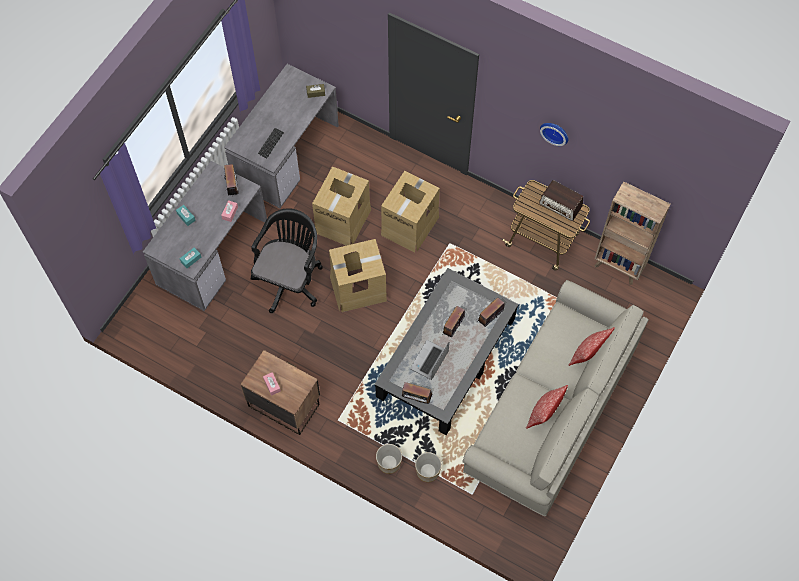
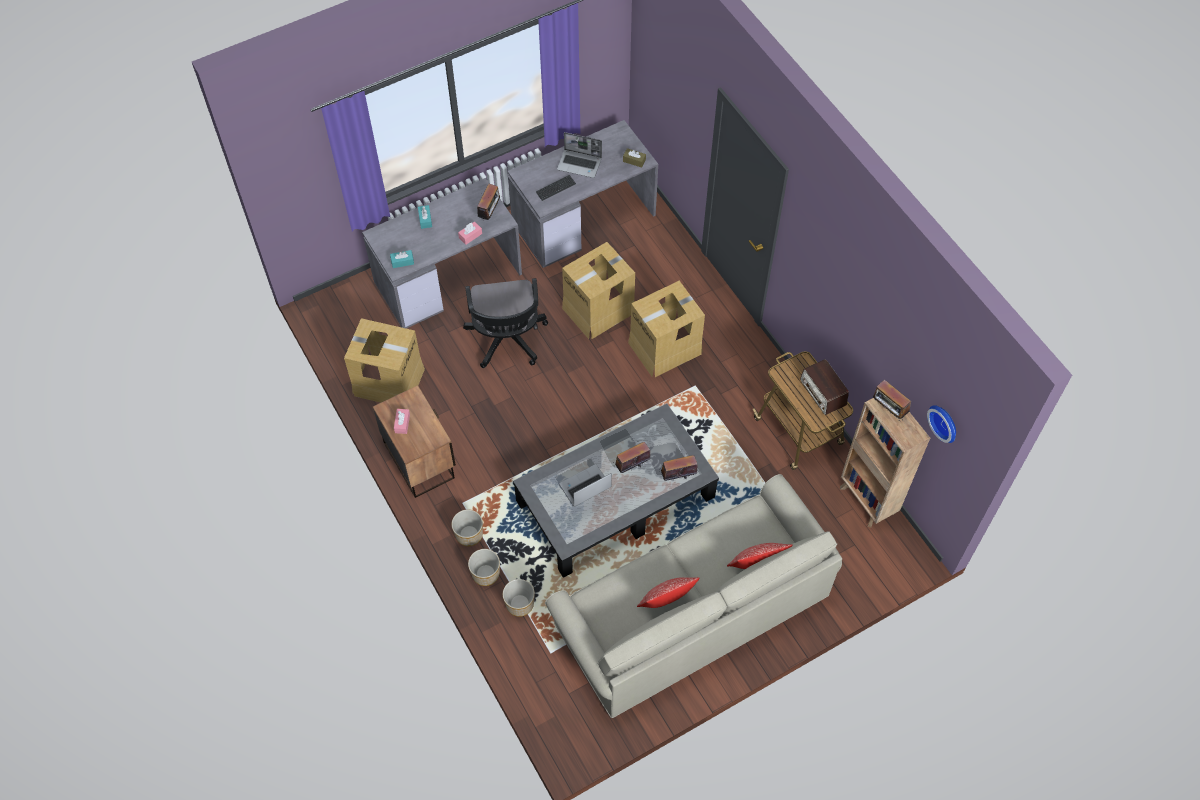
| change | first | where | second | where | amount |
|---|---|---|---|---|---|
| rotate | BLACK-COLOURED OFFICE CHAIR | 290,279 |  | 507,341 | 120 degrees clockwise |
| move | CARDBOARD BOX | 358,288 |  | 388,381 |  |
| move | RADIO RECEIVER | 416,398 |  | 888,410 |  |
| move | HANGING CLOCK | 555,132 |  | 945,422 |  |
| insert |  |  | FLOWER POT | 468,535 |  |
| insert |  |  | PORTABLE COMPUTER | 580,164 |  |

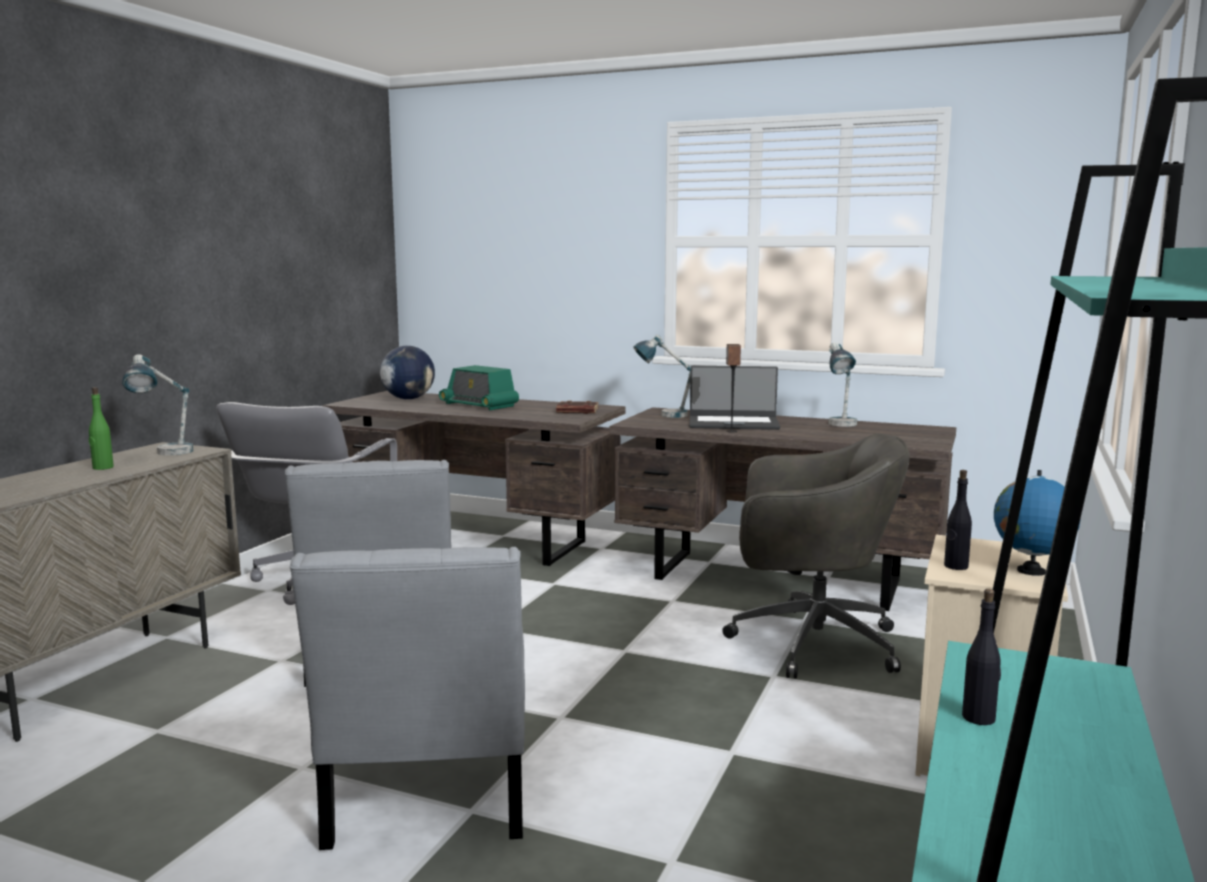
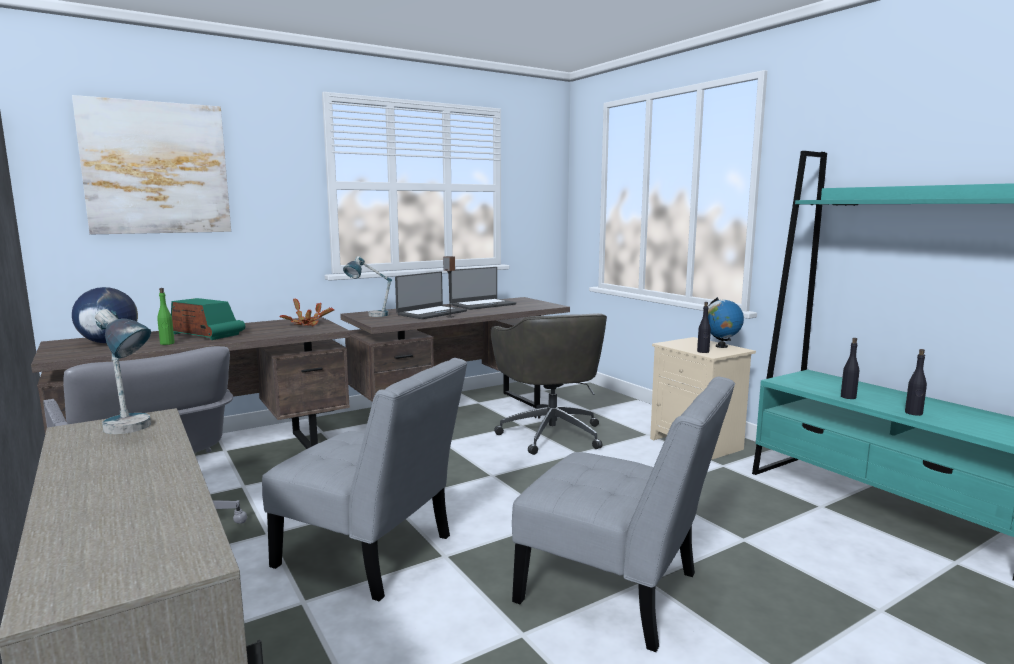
| change | first | where | second | where | amount |
|---|---|---|---|---|---|
| move | GREEN DRINK BOTTLE | 102,468 |  | 167,343 |  |
| rotate | RADIO RECEIVER | 479,405 |  | 206,334 | 135 degrees counterclockwise |
| replace | BROWNISH BOOK | 577,411 | HOUSEPLANT | 306,324 |  |
| rotate | GREYISH OFFICE CHAIR | 809,643 |  | 551,433 | 120 degrees clockwise |
| replace | TABLE LAMP | 841,426 | PORTABLE COMPUTER | 482,304 |  |
| insert |  |  | WALL ART | 156,168 |  |
| insert |  |  | BLACK-COLOURED DRINK BOTTLE | 913,413 |  |

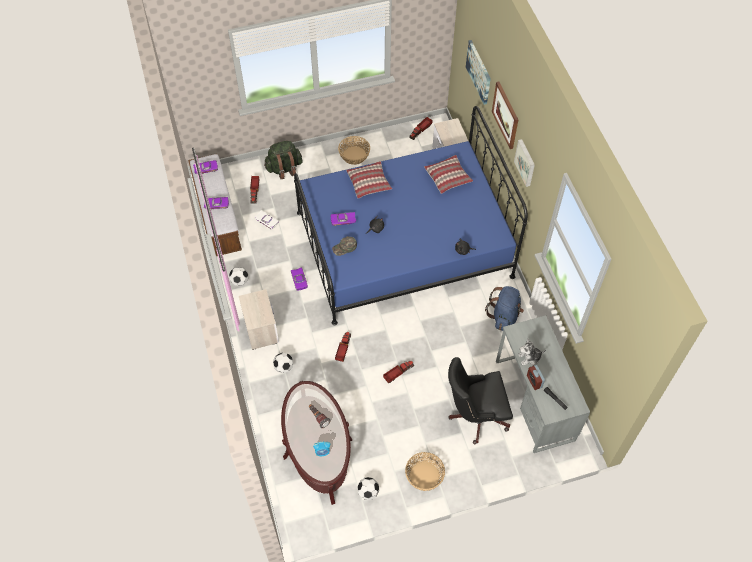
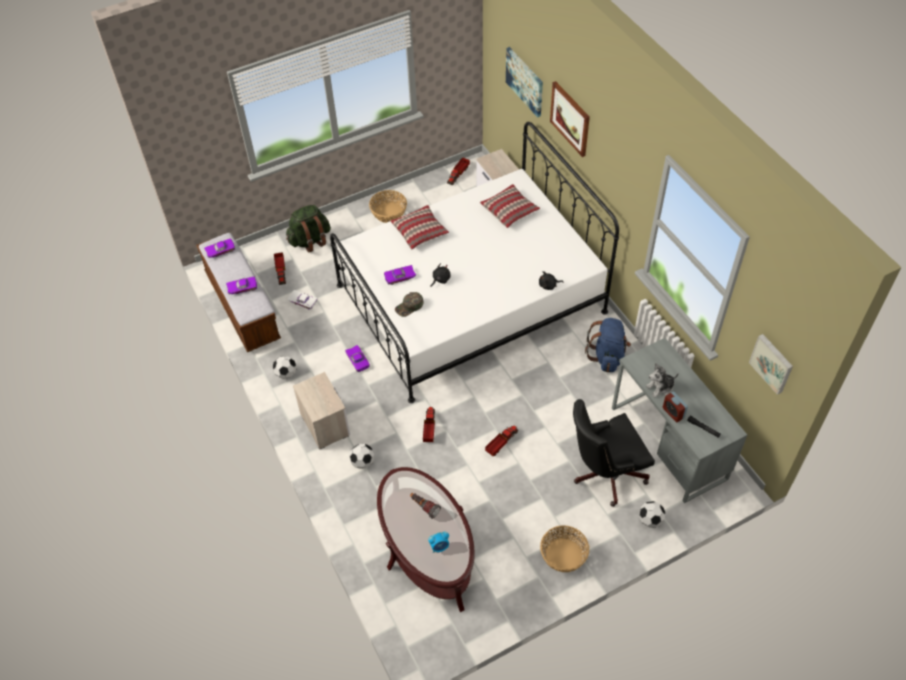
| change | first | where | second | where | amount |
|---|---|---|---|---|---|
| recolor | BLUISH BED | 403,244 | WHITE BED | 470,298 |  |
| move | FOOTBALL BALL | 368,492 |  | 650,520 |  |
| move | WALL ART | 526,162 |  | 772,363 |  |

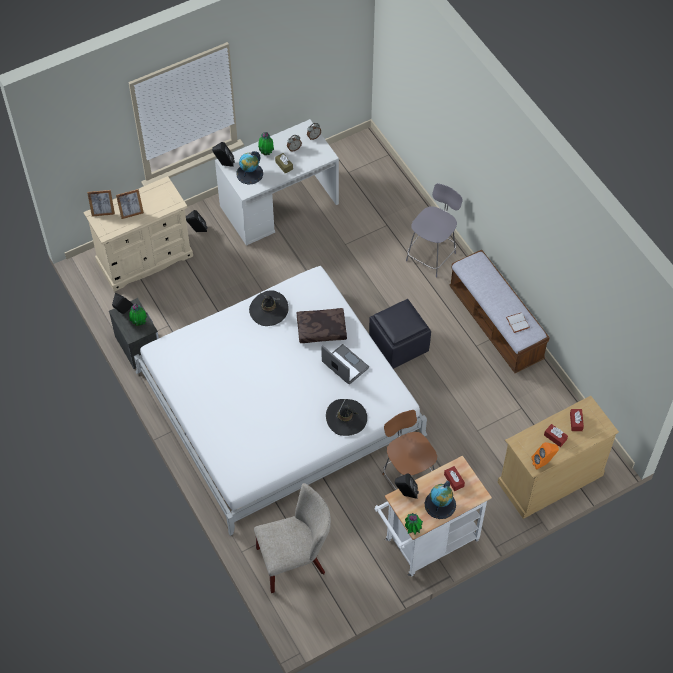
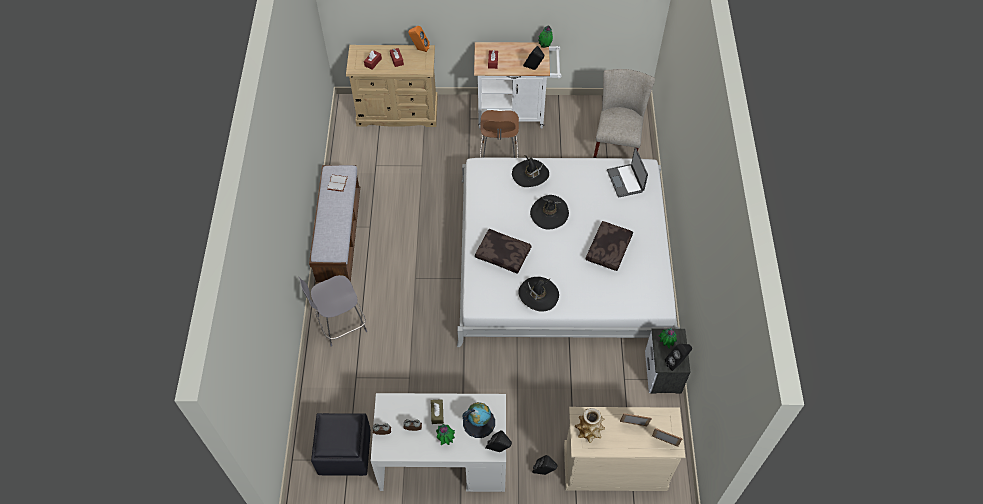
| change | first | where | second | where | amount |
|---|---|---|---|---|---|
| rotate | BEIGE-COLOURED CHAIR | 295,560 |  | 617,144 | 90 degrees clockwise |
| move | PORTABLE COMPUTER | 344,365 |  | 626,181 |  |
| move | BLACK-COLOURED FOOTREST | 398,344 |  | 345,453 |  |
| delete | DESK GLOBE | 440,504 |  |  |  |
| insert |  |  | BLACK-COLOURED HAT | 549,213 |  |
| insert |  |  | VASE | 589,431 |  |
| insert |  |  | BROWNISH PILLOW | 609,250 |  |

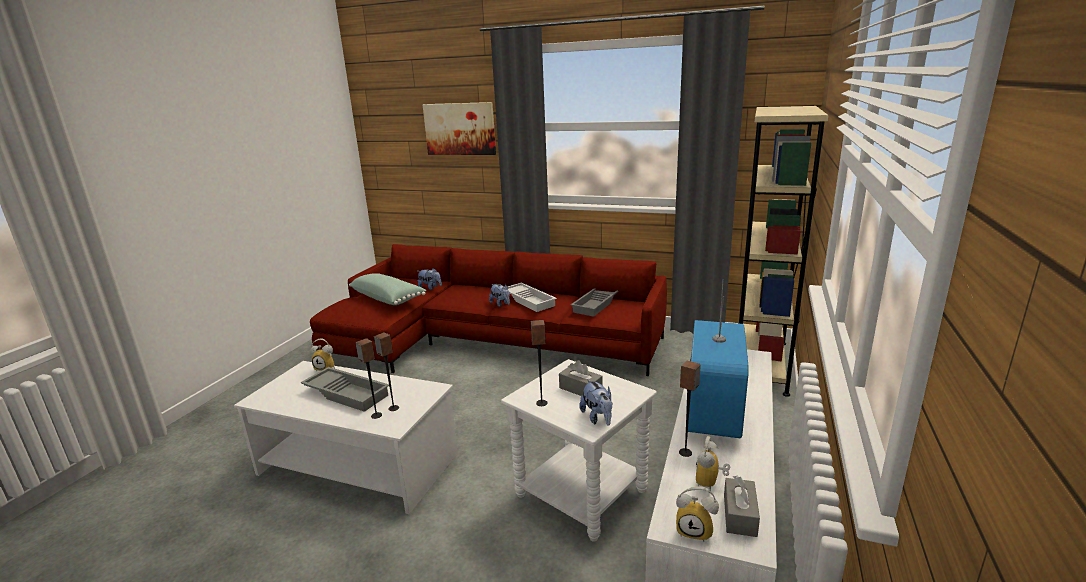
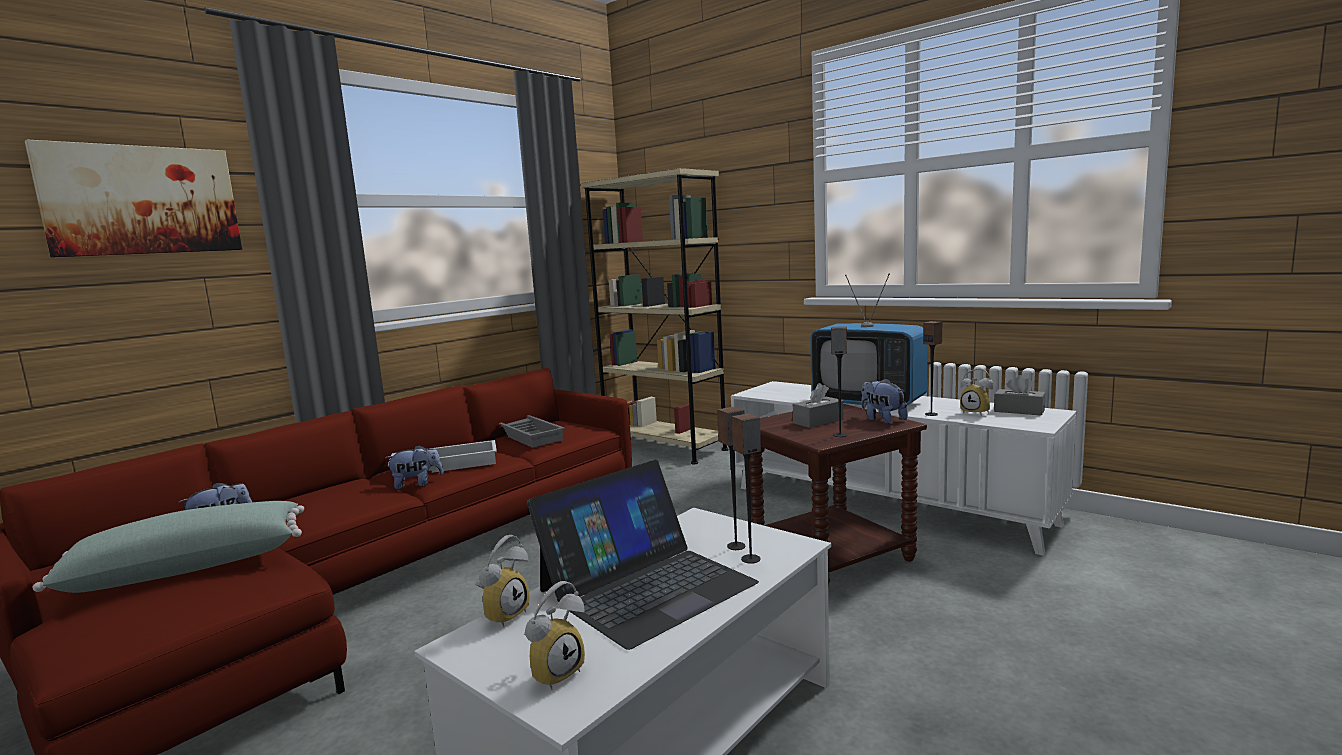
| change | first | where | second | where | amount |
|---|---|---|---|---|---|
| replace | GREYISH TRAY | 348,393 | PORTABLE COMPUTER | 646,586 |  |
| recolor | WHITE END TABLE | 582,493 | BROWNISH END TABLE | 831,556 |  |
| rotate | CUDDLY TOY | 598,418 |  | 882,419 | 120 degrees counterclockwise |
| move | BEDSIDE CLOCK | 695,530 |  | 555,671 |  |

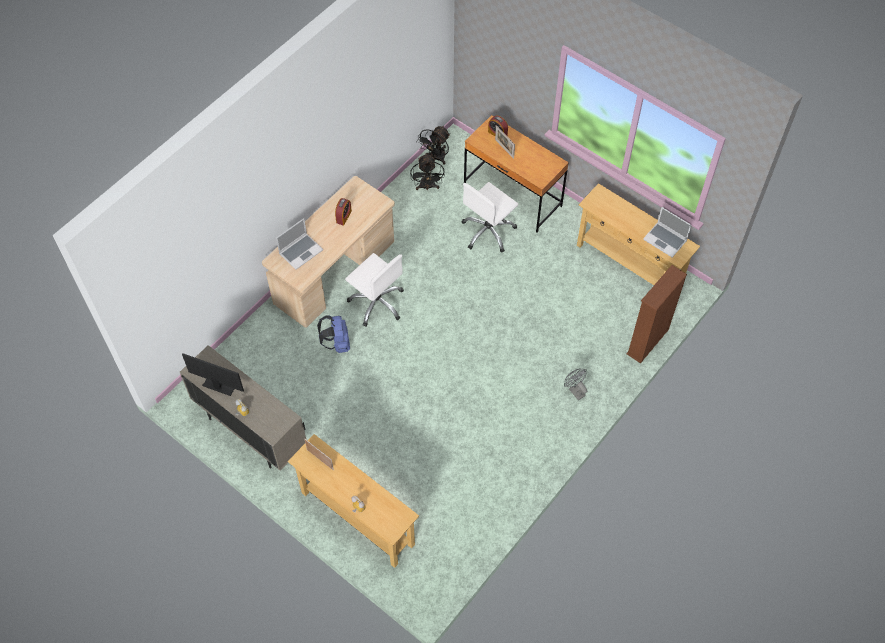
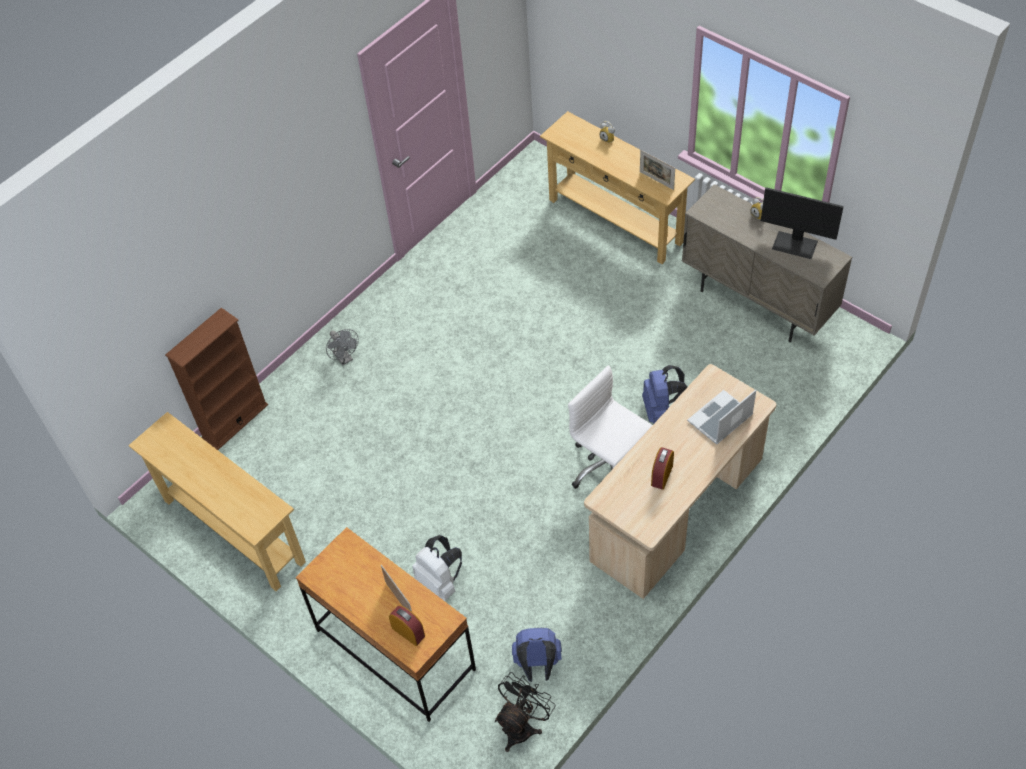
| change | first | where | second | where | amount |
|---|---|---|---|---|---|
| replace | BLACK-COLOURED COOLING FAN | 427,187 | BLUISH BACKPACK | 537,665 |  |
| replace | WHITE OFFICE CHAIR | 488,232 | WHITE BACKPACK | 440,583 |  |
| delete | PORTABLE COMPUTER | 665,240 |  |  |  |

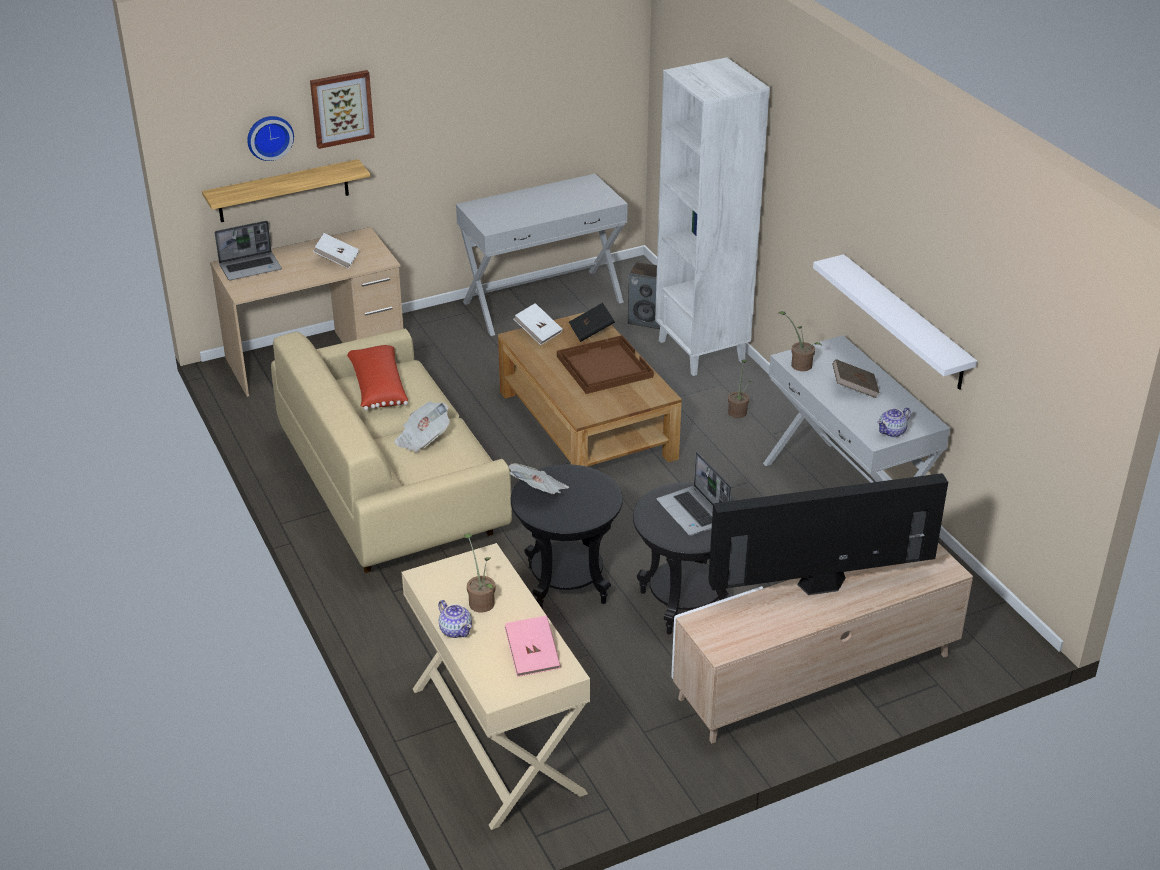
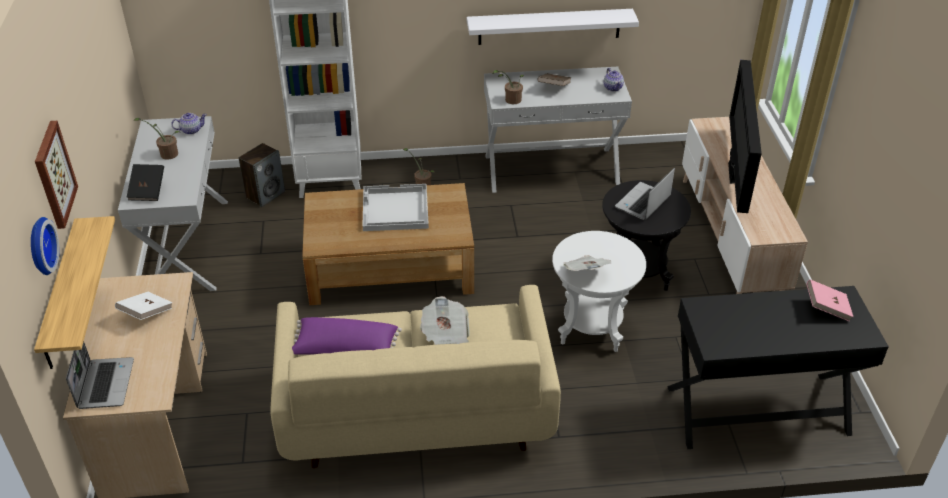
| change | first | where | second | where | amount |
|---|---|---|---|---|---|
| recolor | RED PILLOW | 377,388 | PURPLISH PILLOW | 345,350 |  |
| recolor | BEIGE-COLOURED CONSOLE TABLE | 495,739 | BLACK-COLOURED CONSOLE TABLE | 757,411 |  |
| move | TEA POT | 455,630 |  | 191,130 |  |
| move | HOUSEPLANT | 481,601 |  | 166,154 |  |
| recolor | BLACK-COLOURED END TABLE | 567,585 | WHITE END TABLE | 591,328 |  |
| delete | WHITE BOOK | 538,333 |  |  |  |
| recolor | BROWNISH TRAY | 603,366 | WHITE TRAY | 394,209 |  |
| move | BLACK-COLOURED BOOK | 591,331 |  | 148,190 |  |
| rotate | PORTABLE COMPUTER | 693,512 |  | 643,203 | 135 degrees clockwise |

